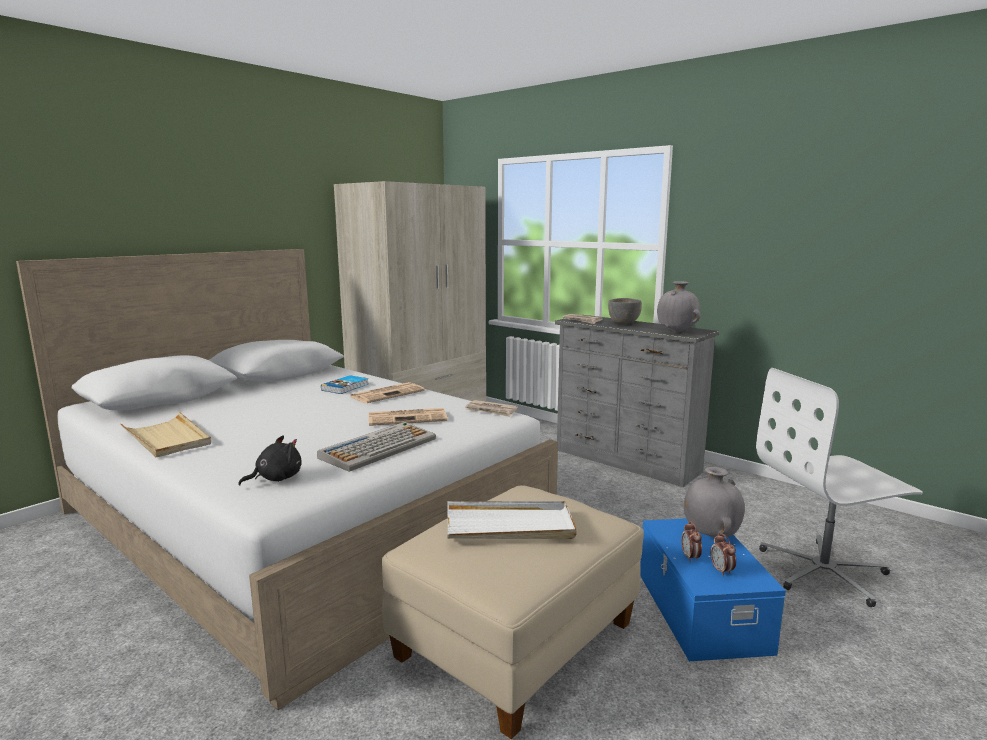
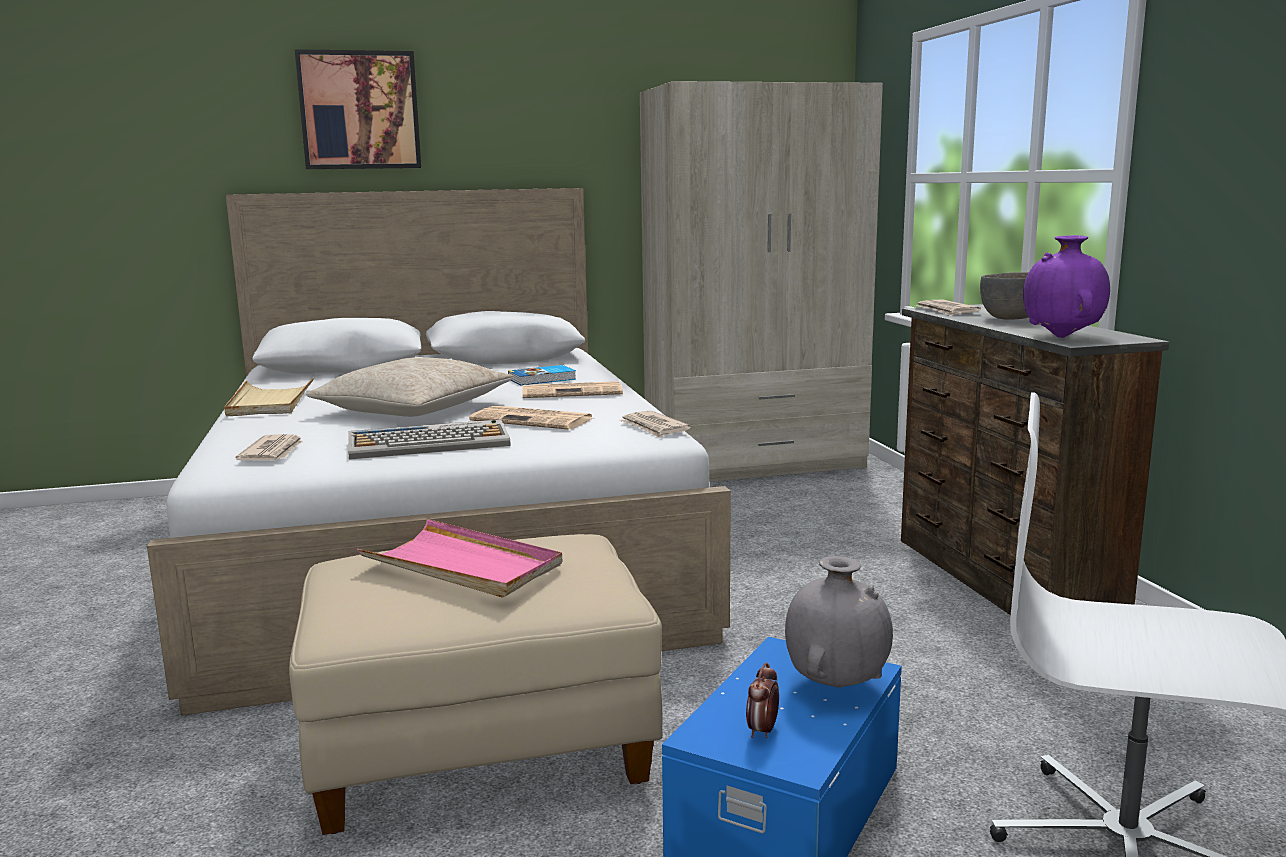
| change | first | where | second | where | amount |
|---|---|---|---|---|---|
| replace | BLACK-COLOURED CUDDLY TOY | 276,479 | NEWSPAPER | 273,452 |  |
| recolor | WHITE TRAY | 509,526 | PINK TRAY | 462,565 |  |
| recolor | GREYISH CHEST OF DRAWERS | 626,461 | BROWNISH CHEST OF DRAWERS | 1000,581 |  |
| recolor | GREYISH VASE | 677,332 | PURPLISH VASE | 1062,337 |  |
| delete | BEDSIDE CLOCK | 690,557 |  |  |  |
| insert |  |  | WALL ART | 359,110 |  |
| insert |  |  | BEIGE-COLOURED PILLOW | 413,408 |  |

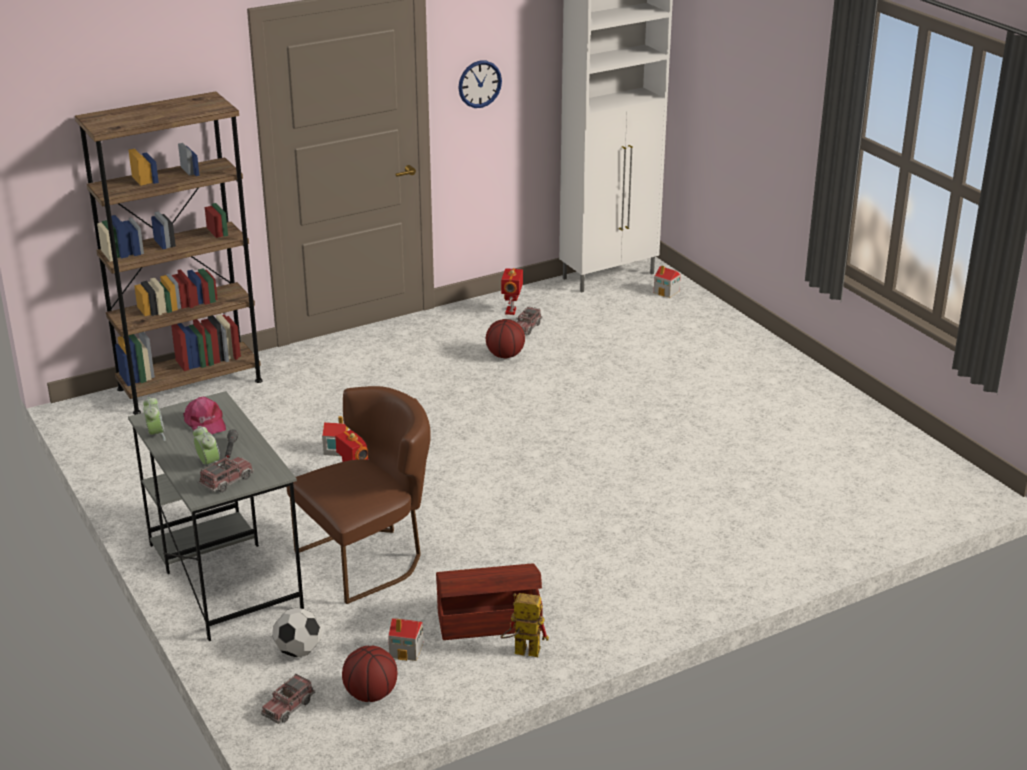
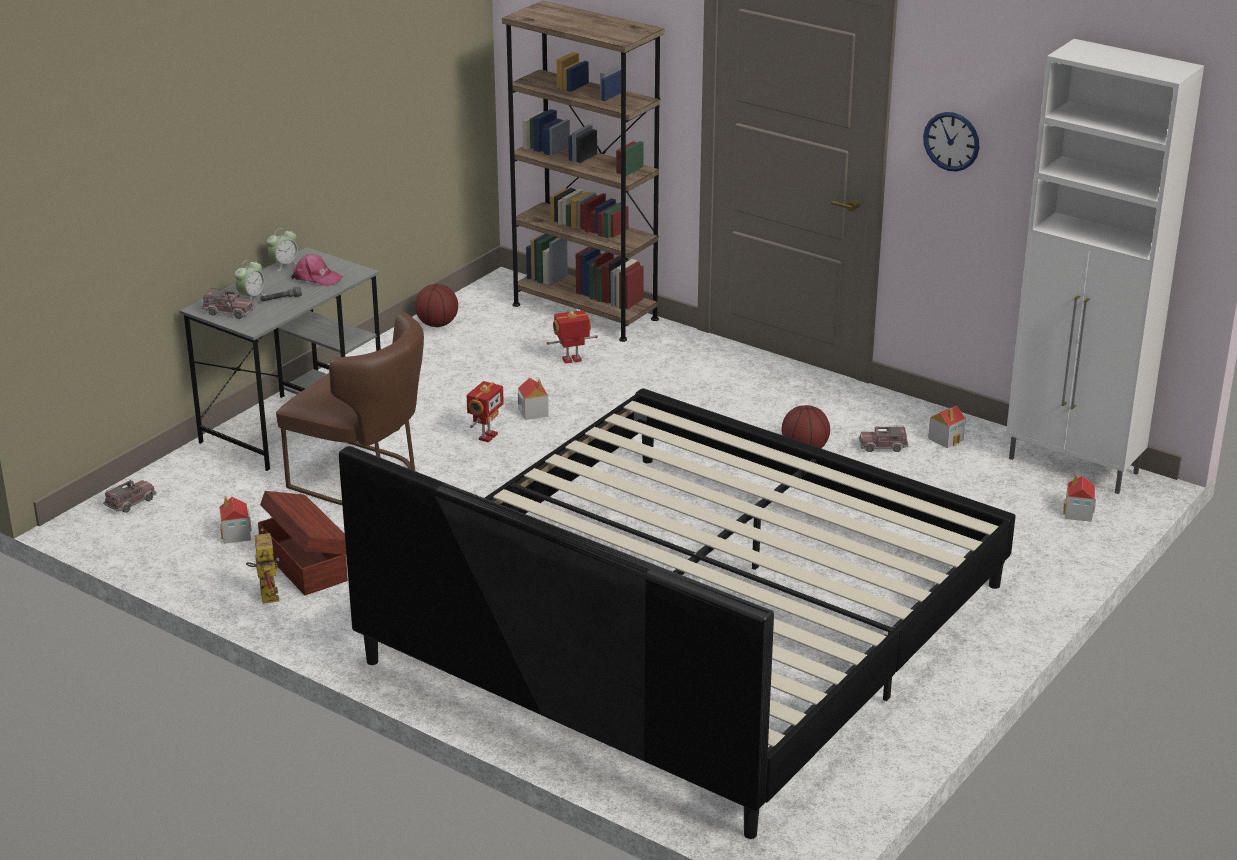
| change | first | where | second | where | amount |
|---|---|---|---|---|---|
| rotate | PINK PEAKED CAP | 205,423 |  | 316,278 | 105 degrees counterclockwise |
| rotate | MODEL TRUCK | 288,707 |  | 130,502 | 120 degrees clockwise |
| delete | FOOTBALL BALL | 298,651 |  |  |  |
| move | BALL FOR BASKETBALL | 371,694 |  | 437,324 |  |
| move | MODEL ROBOT | 511,311 |  | 572,360 |  |
| insert |  |  | BED | 690,623 |  |
| insert |  |  | MINIATURE HOUSE | 946,439 |  |

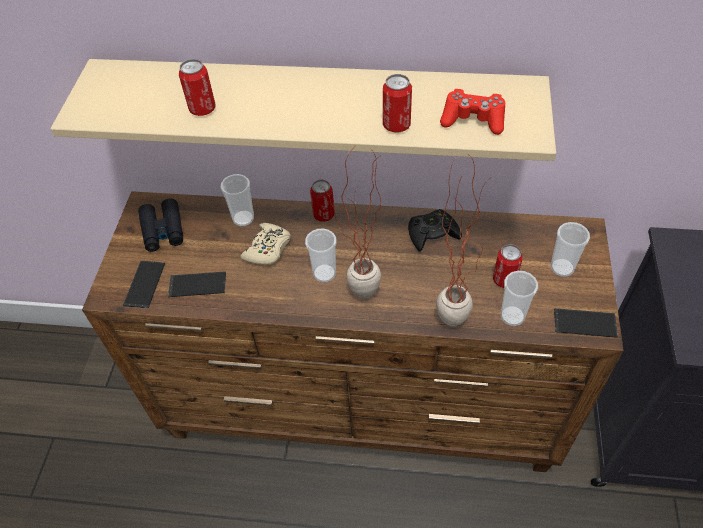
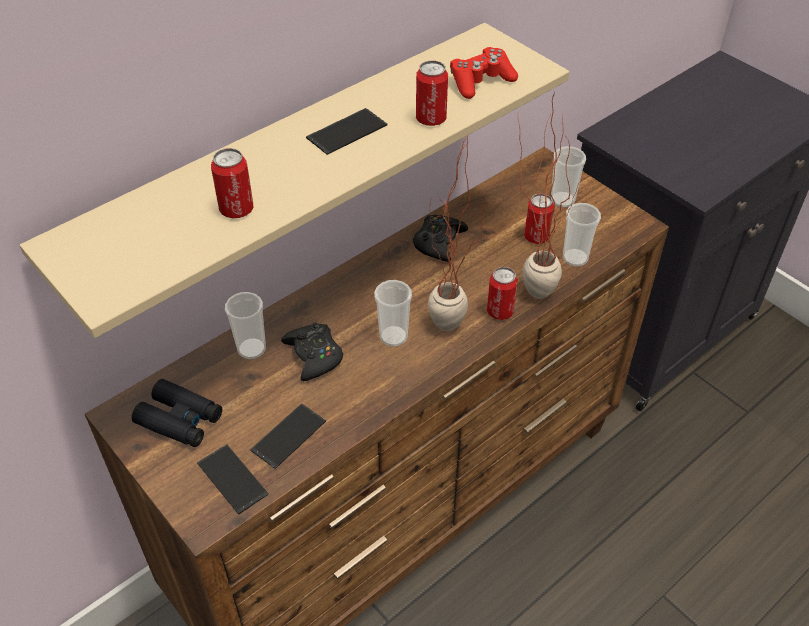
| change | first | where | second | where | amount |
|---|---|---|---|---|---|
| recolor | BEIGE-COLOURED JOYPAD | 268,249 | BLACK-COLOURED JOYPAD | 314,356 |  |
| move | SEALED CAN | 323,215 |  | 500,311 |  |
| move | HANDSET | 585,323 |  | 347,132 |  |

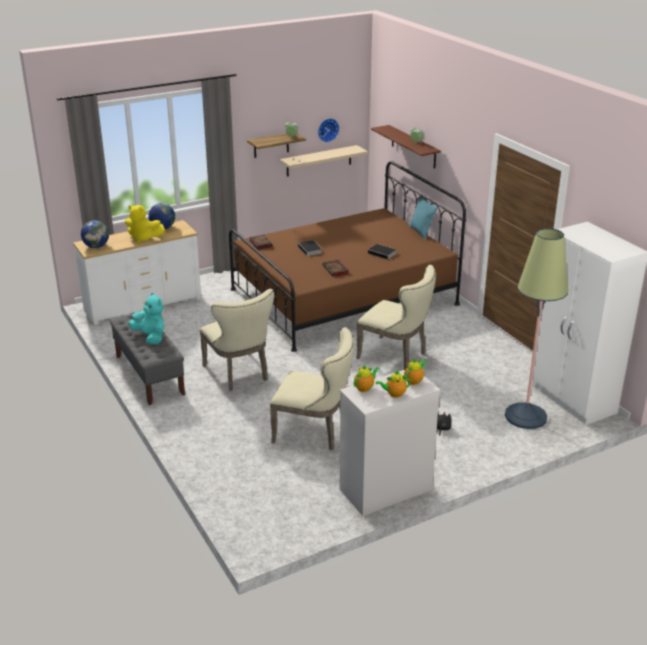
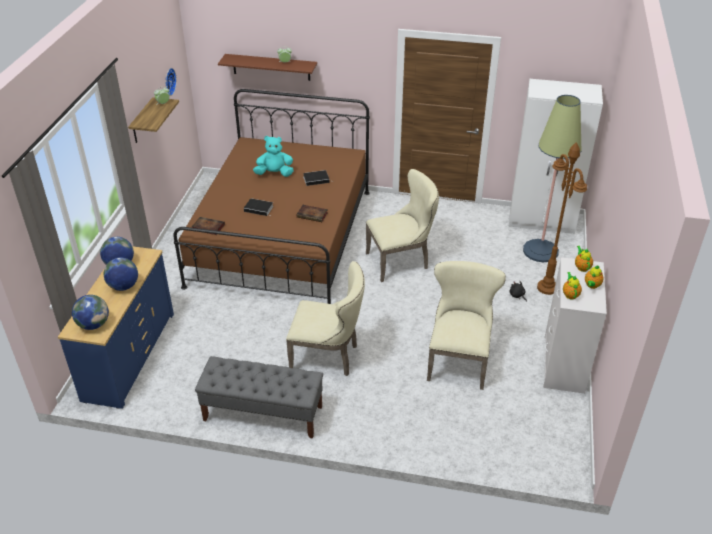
| change | first | where | second | where | amount |
|---|---|---|---|---|---|
| recolor | WHITE CHEST OF DRAWERS | 143,304 | BLUISH CHEST OF DRAWERS | 129,356 |  |
| replace | YELLOWISH CUDDLY TOY | 143,238 | DESK GLOBE | 123,286 |  |
| move | TURQUOISE CUDDLY TOY | 150,337 |  | 274,173 |  |
| rotate | BEIGE-COLOURED CHAIR | 315,432 |  | 458,360 | 45 degrees counterclockwise |
| delete | BEIGE-COLOURED SHELF | 319,161 |  |  |  |
| delete | TURQUOISE PILLOW | 421,232 |  |  |  |
| insert |  |  | BROWNISH STANDARD LAMP | 547,288 |  |

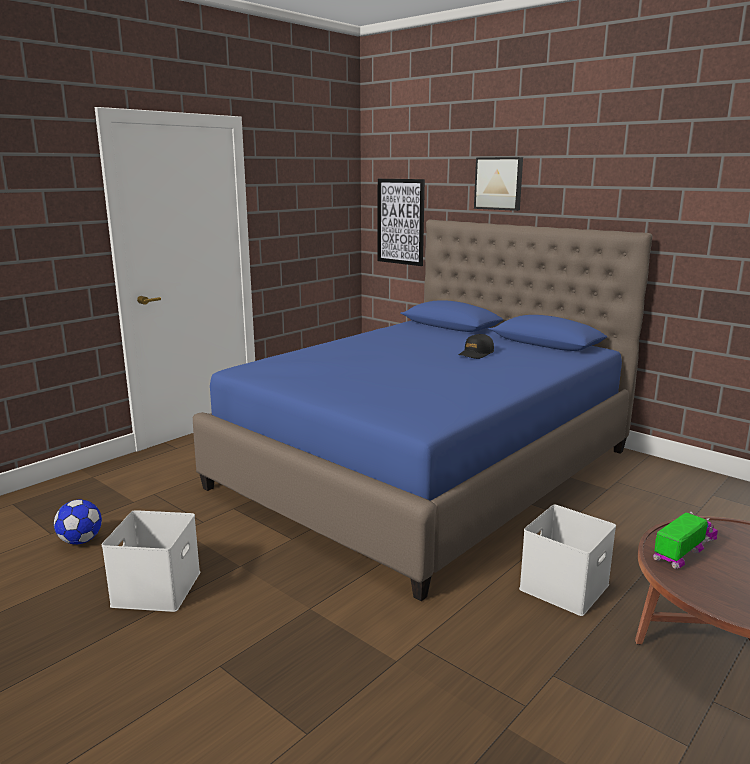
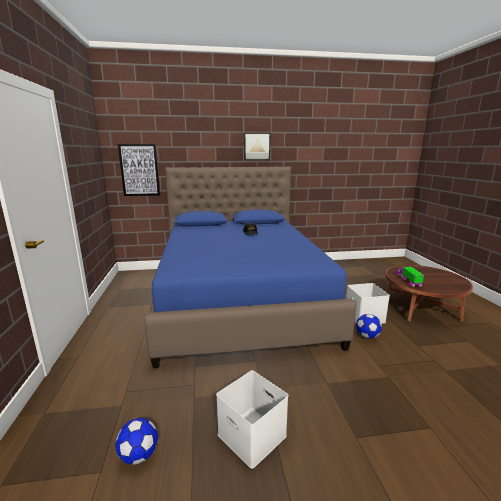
| change | first | where | second | where | amount |
|---|---|---|---|---|---|
| move | WALL ART | 499,183 |  | 256,146 |  |
| insert |  |  | FOOTBALL BALL | 367,336 |  |

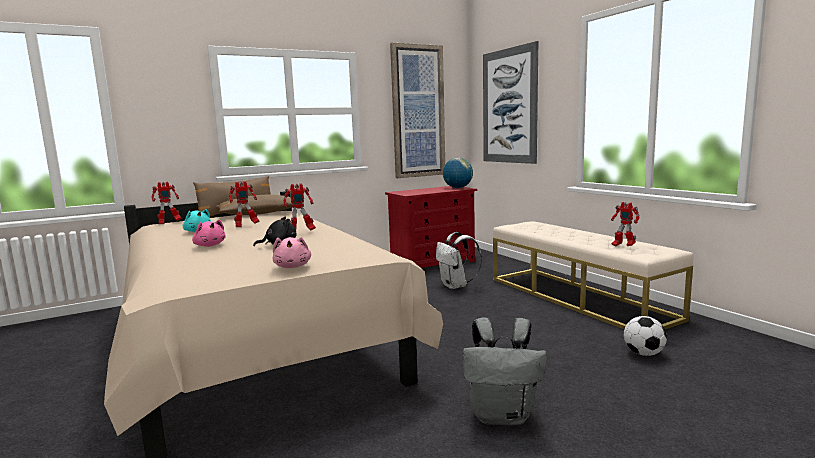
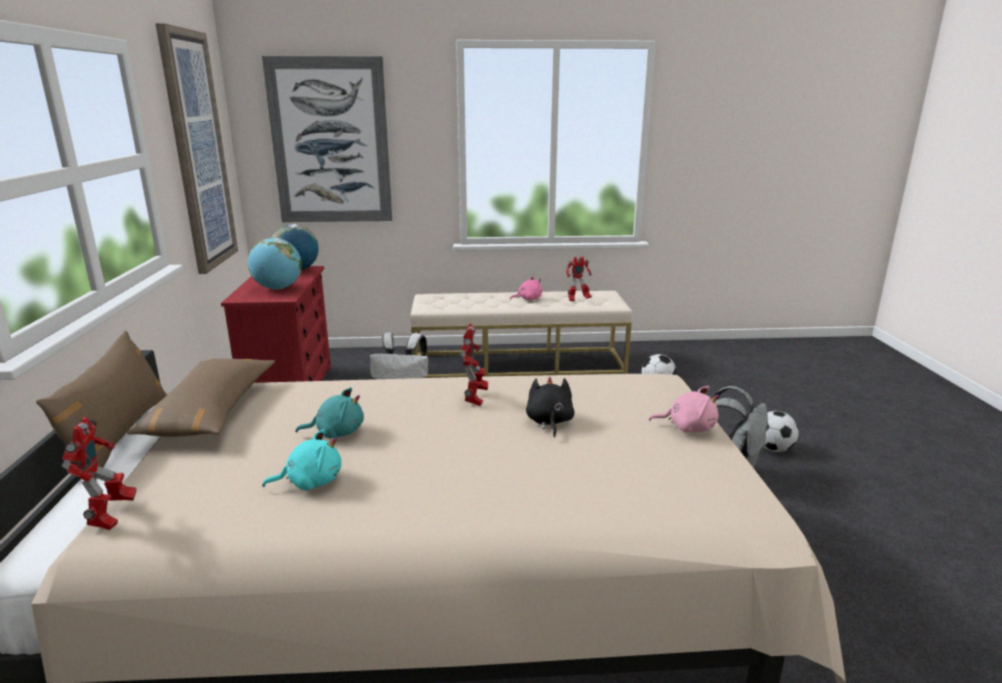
| change | first | where | second | where | amount |
|---|---|---|---|---|---|
| move | PINK CUDDLY TOY | 209,245 |  | 528,299 |  |
| replace | MODEL ROBOT | 246,226 | TURQUOISE CUDDLY TOY | 336,432 |  |
| insert |  |  | DESK GLOBE | 278,288 |  |
| insert |  |  | FOOTBALL BALL | 773,449 |  |

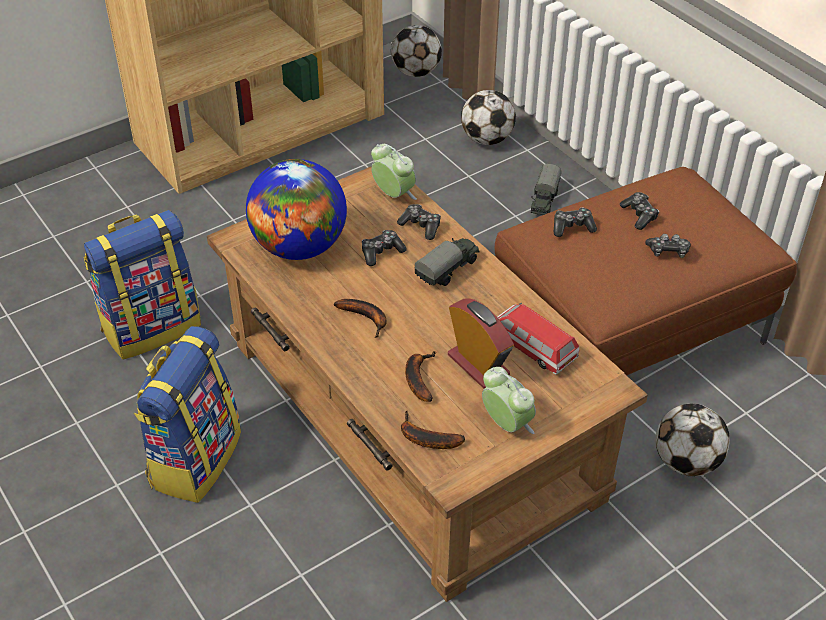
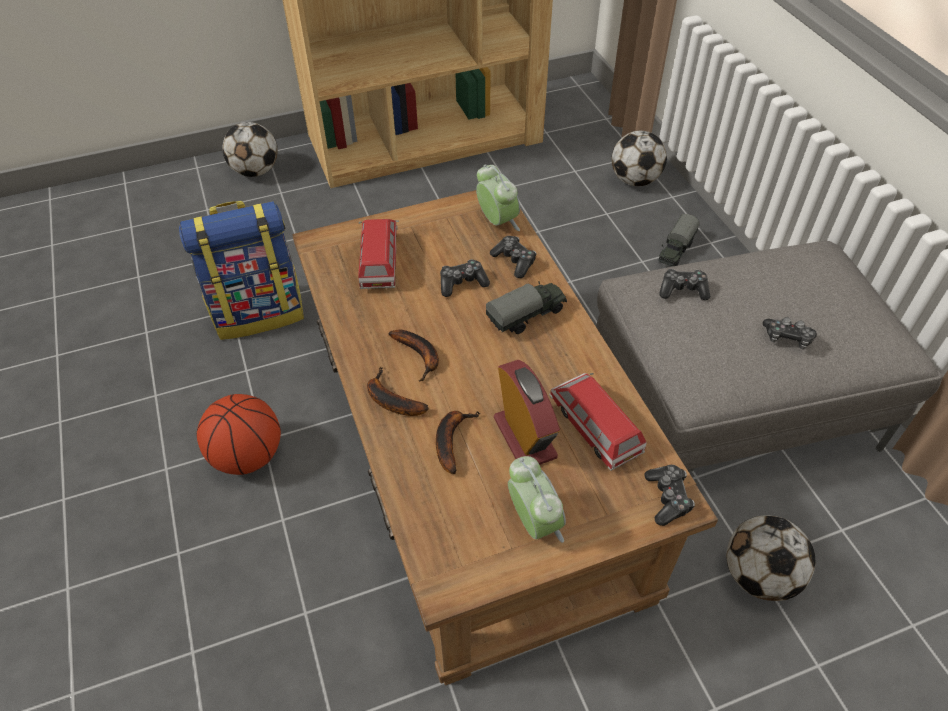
| change | first | where | second | where | amount |
|---|---|---|---|---|---|
| replace | BACKPACK | 194,458 | BALL FOR BASKETBALL | 248,456 |  |
| replace | DESK GLOBE | 299,247 | MODEL CAR | 379,262 |  |
| move | FOOTBALL BALL | 416,72 |  | 256,171 |  |
| move | WHOLE BANANA | 425,438 |  | 390,400 |  |
| recolor | BROWNISH FOOTREST | 630,328 | GREYISH FOOTREST | 732,403 |  |
| move | JOYPAD | 639,215 |  | 668,498 |  |

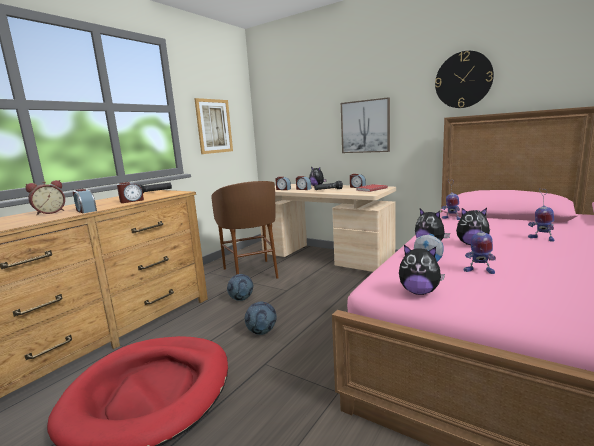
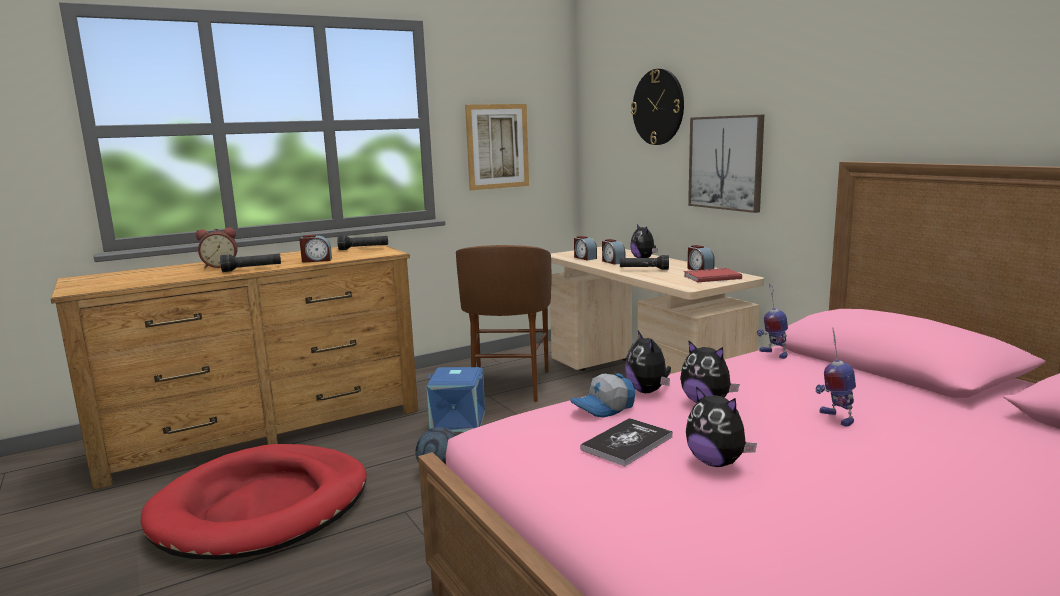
| change | first | where | second | where | amount |
|---|---|---|---|---|---|
| replace | BEDSIDE CLOCK | 86,211 | BLACK-COLOURED FLASHLIGHT | 252,269 |  |
| replace | FOOTBALL BALL | 241,299 | BLUISH STORAGE BIN | 458,421 |  |
| move | CUDDLY TOY | 419,292 |  | 716,462 |  |
| move | HANGING CLOCK | 463,80 |  | 658,107 |  |
| replace | MODEL ROBOT | 478,271 | BOOK | 627,443 |  |

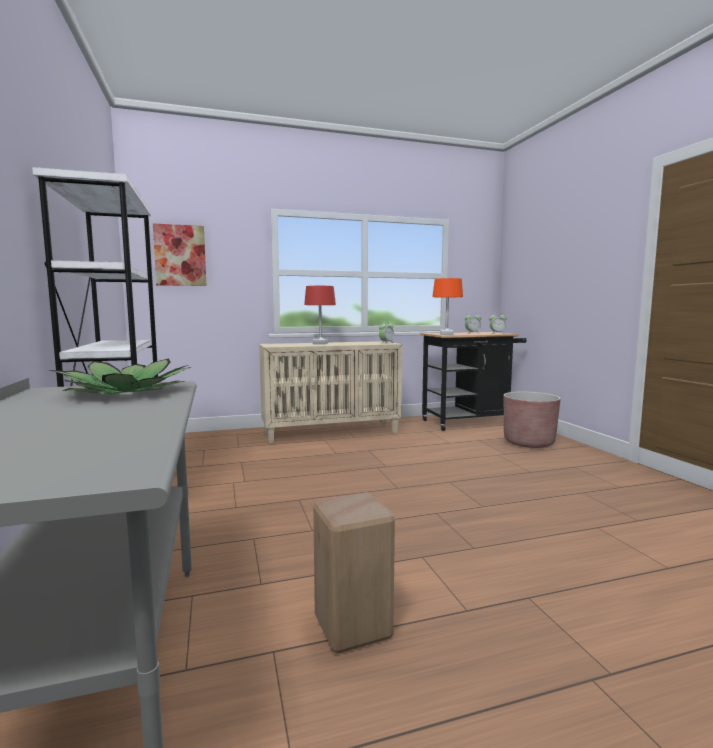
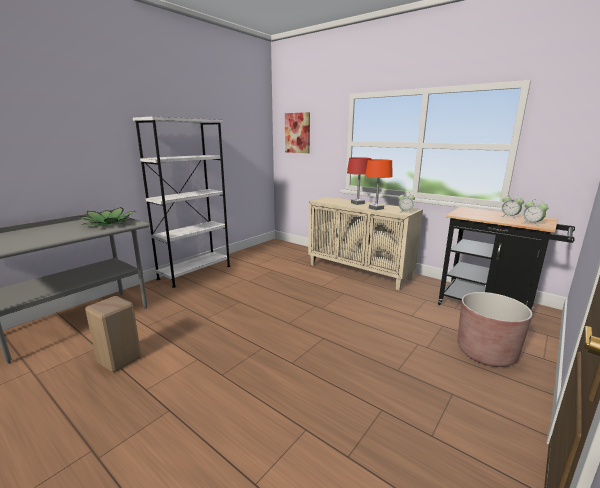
| change | first | where | second | where | amount |
|---|---|---|---|---|---|
| move | ORANGE TABLE LAMP | 446,334 |  | 376,208 |  |

